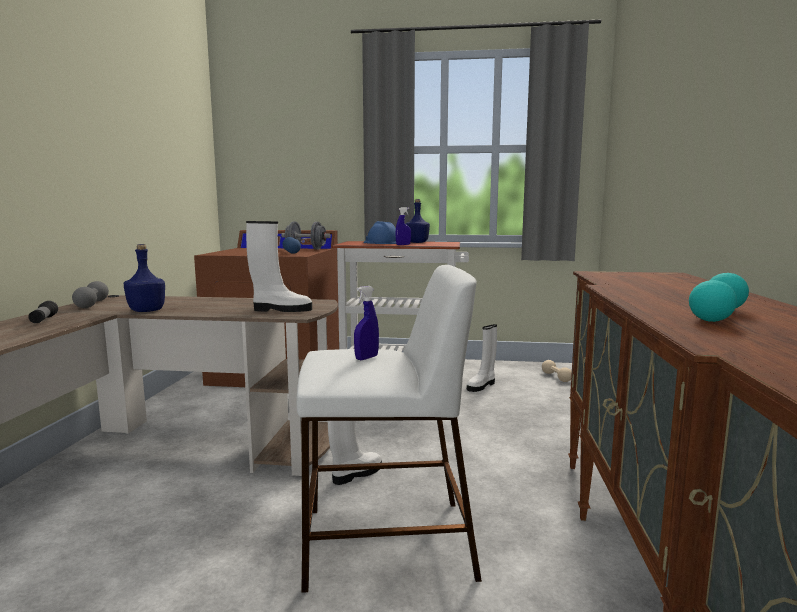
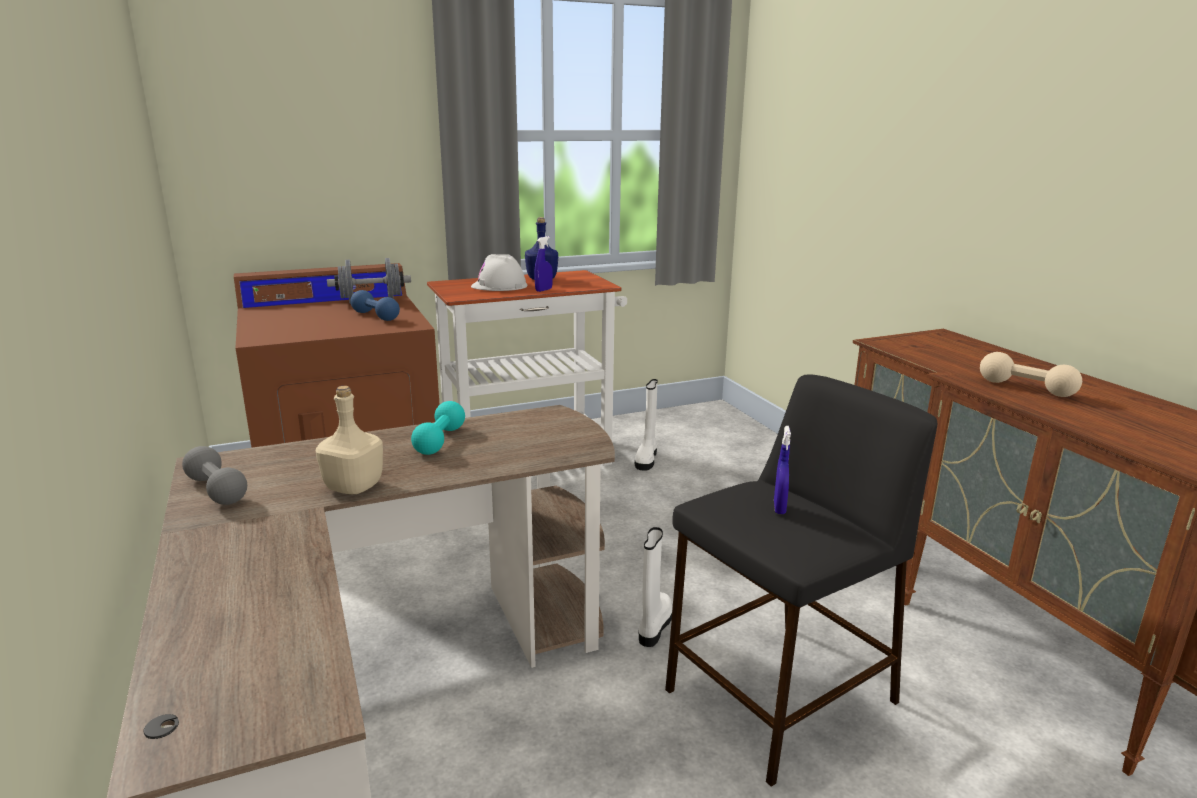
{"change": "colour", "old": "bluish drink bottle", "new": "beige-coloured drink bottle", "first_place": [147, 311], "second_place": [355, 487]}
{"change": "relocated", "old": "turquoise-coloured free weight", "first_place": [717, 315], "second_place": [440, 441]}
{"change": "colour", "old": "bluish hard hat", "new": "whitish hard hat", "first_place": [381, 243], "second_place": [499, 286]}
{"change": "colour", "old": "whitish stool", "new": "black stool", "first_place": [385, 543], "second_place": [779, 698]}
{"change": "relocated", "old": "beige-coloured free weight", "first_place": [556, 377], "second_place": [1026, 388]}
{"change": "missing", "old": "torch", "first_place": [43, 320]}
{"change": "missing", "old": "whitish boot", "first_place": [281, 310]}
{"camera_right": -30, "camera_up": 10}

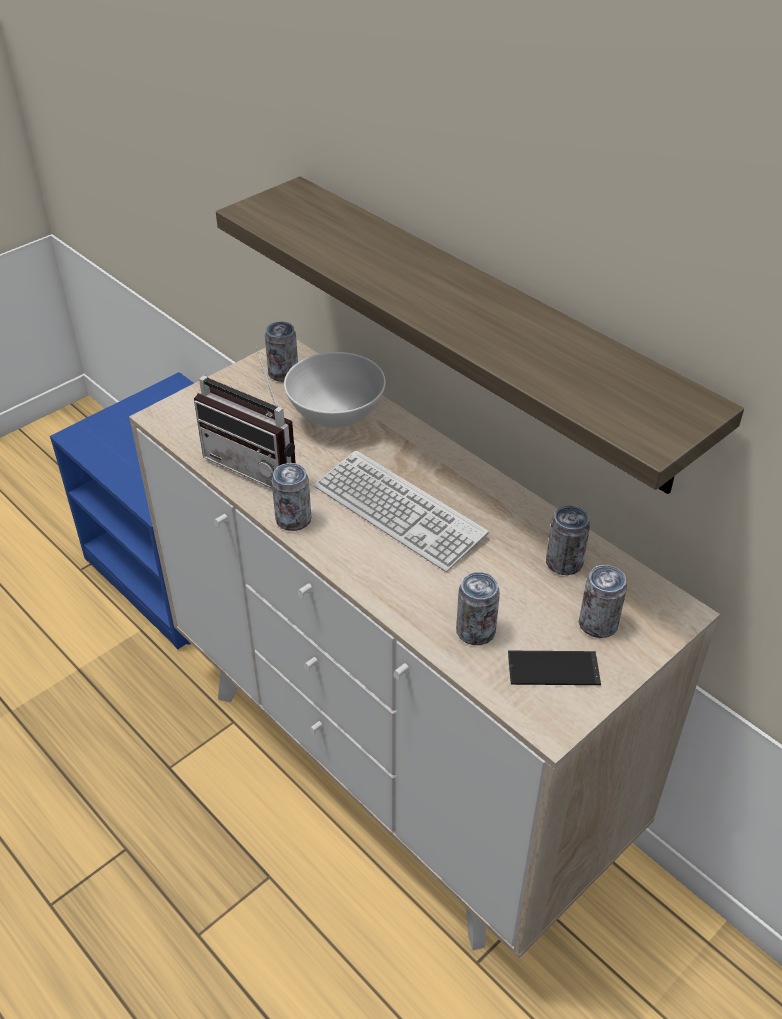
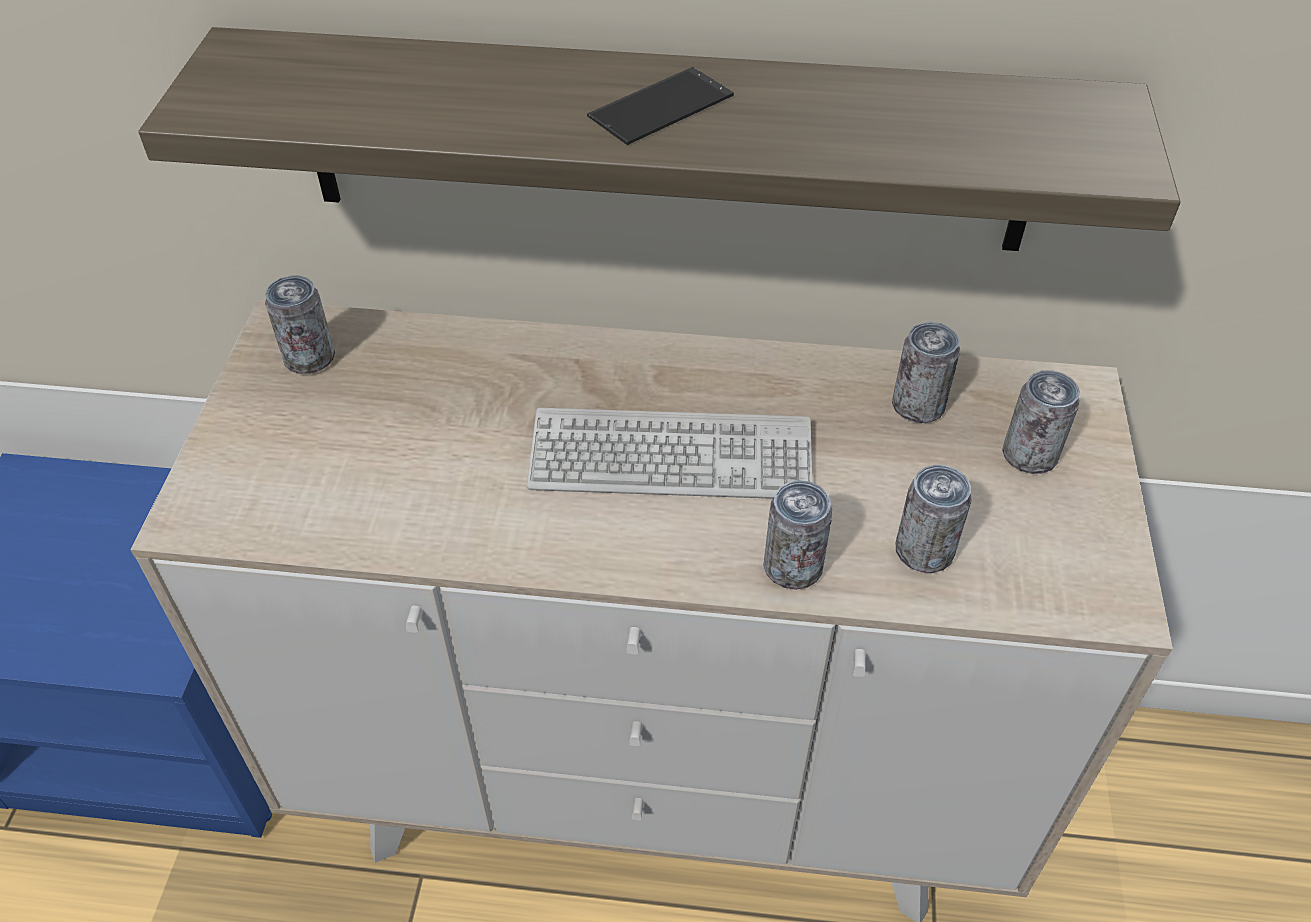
{"change": "relocated", "old": "telephone", "first_place": [553, 668], "second_place": [661, 107]}
{"change": "relocated", "old": "sealed can", "first_place": [293, 520], "second_place": [792, 567]}
{"change": "missing", "old": "radio receiver", "first_place": [258, 464]}
{"change": "missing", "old": "whitish bowl", "first_place": [337, 418]}
{"camera_right": -40, "camera_up": 5}

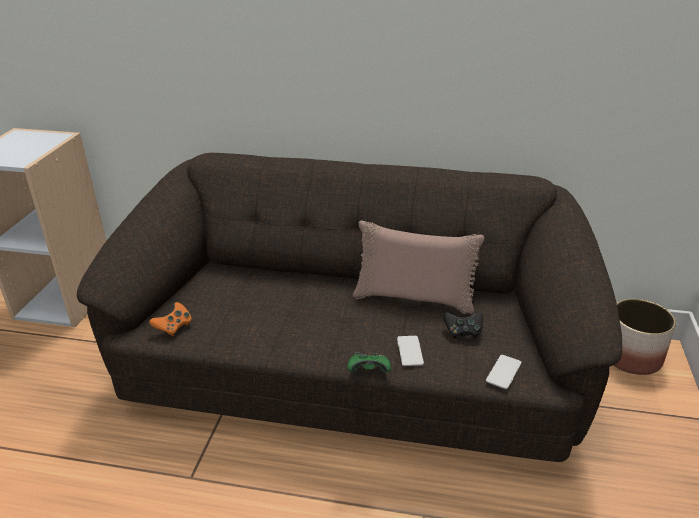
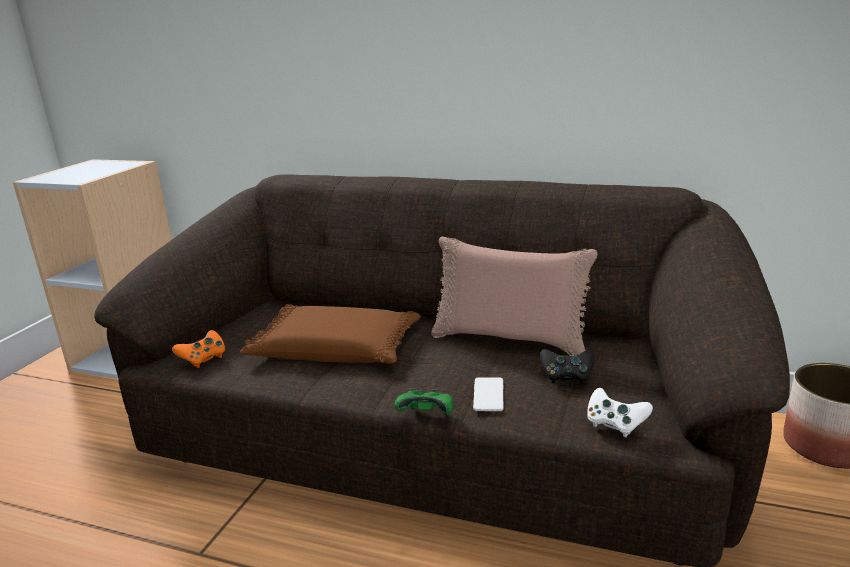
{"change": "appeared", "new": "brownish cushion", "second_place": [335, 345]}
{"change": "exchanged", "old": "telephone", "new": "whitish game controller", "first_place": [503, 372], "second_place": [615, 424]}
{"camera_right": 10, "camera_up": -10}

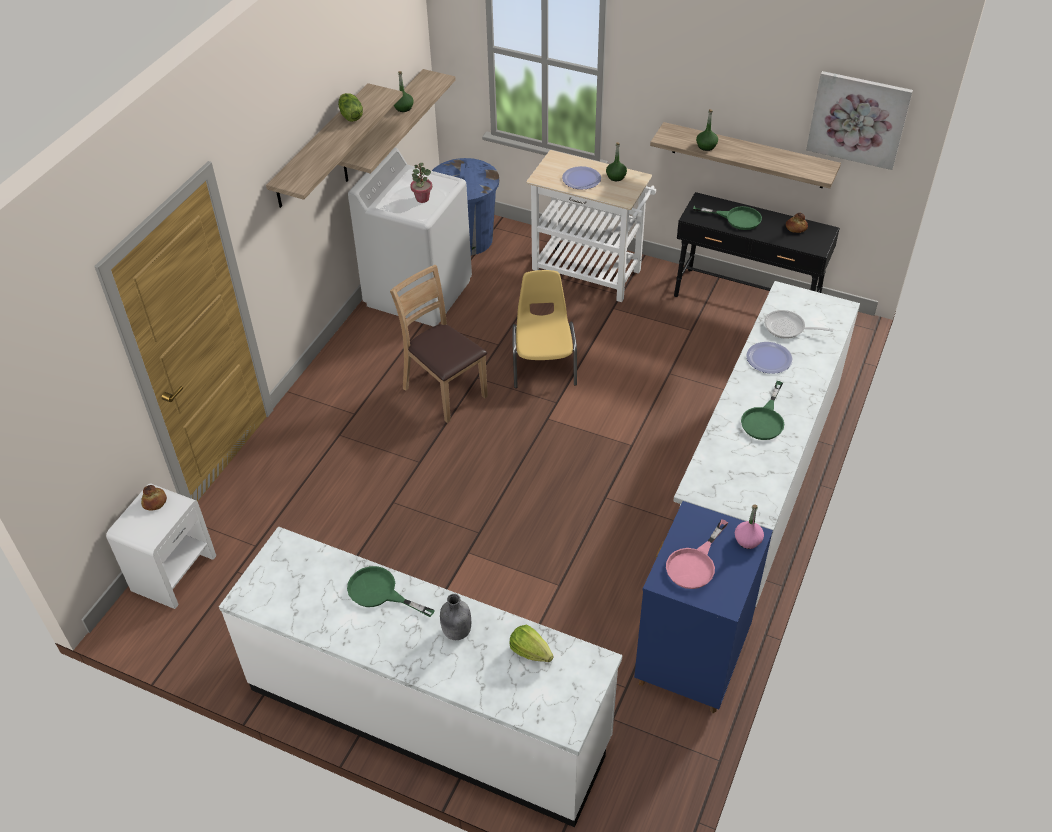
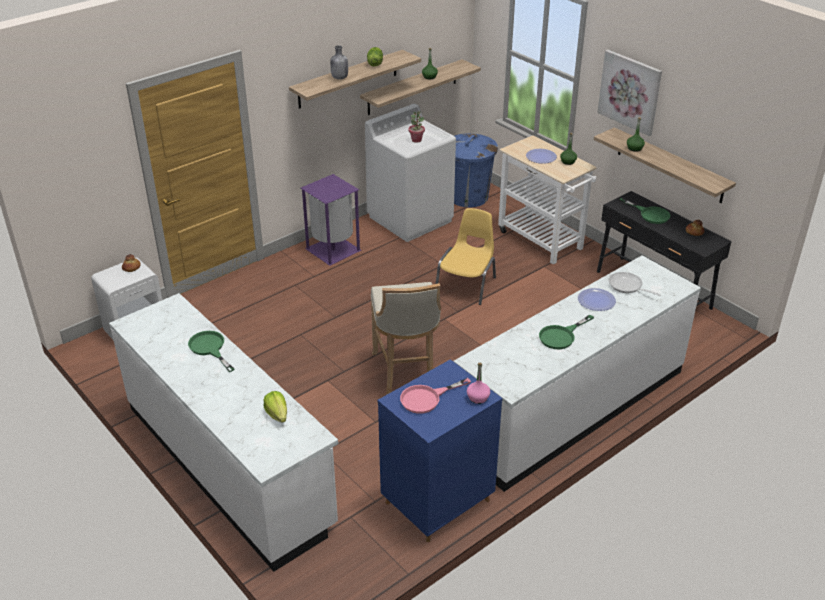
{"change": "appeared", "new": "purple rubbish bin", "second_place": [333, 249]}
{"change": "relocated", "old": "gray drink bottle", "first_place": [456, 632], "second_place": [339, 78]}
{"change": "appeared", "new": "beige-coloured stool", "second_place": [406, 373]}
{"change": "relocated", "old": "picture", "first_place": [858, 119], "second_place": [630, 91]}
{"change": "missing", "old": "brownish upright chair", "first_place": [445, 391]}
{"camera_right": 25, "camera_up": -10}

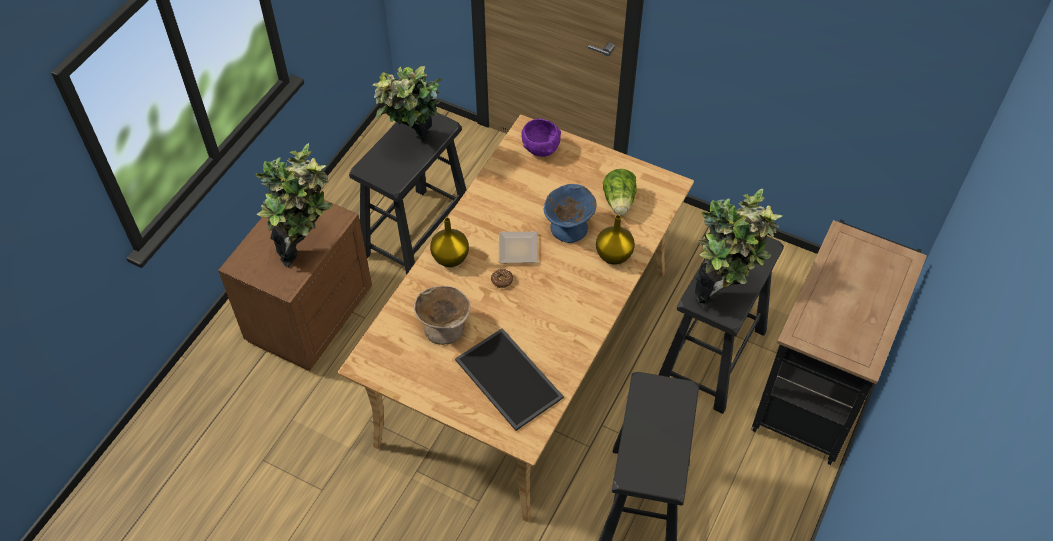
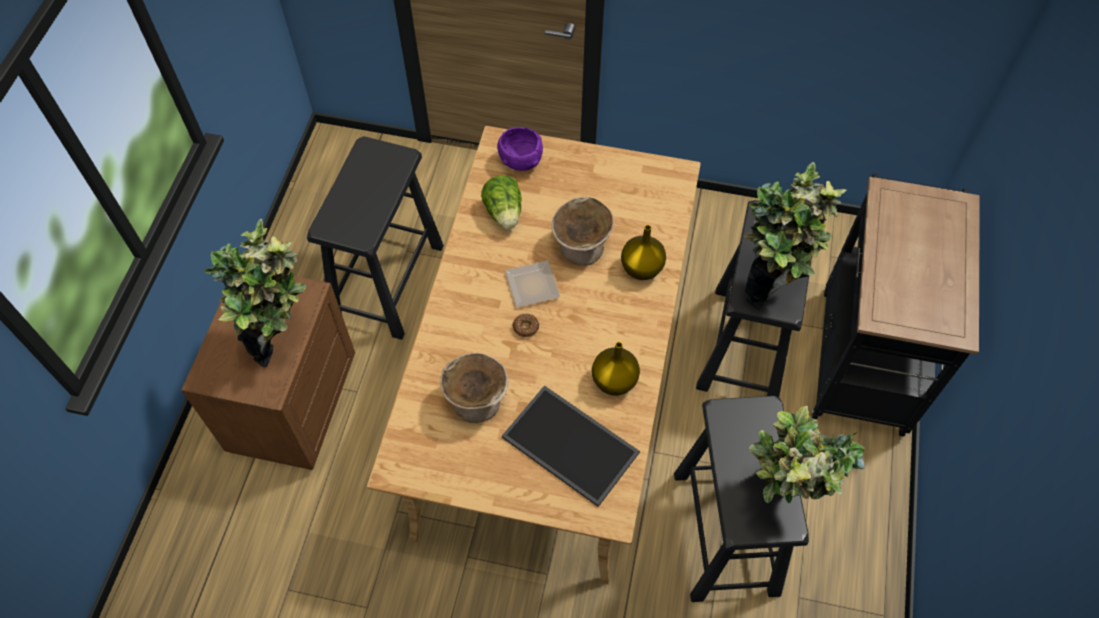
{"change": "relocated", "old": "lettuce", "first_place": [619, 202], "second_place": [504, 213]}
{"change": "colour", "old": "bluish bowl", "new": "beige-coloured bowl", "first_place": [569, 228], "second_place": [582, 248]}
{"change": "relocated", "old": "yellow vase", "first_place": [451, 258], "second_place": [615, 381]}
{"change": "relocated", "old": "plant in a pot", "first_place": [413, 149], "second_place": [779, 501]}
{"camera_right": -15, "camera_up": 5}

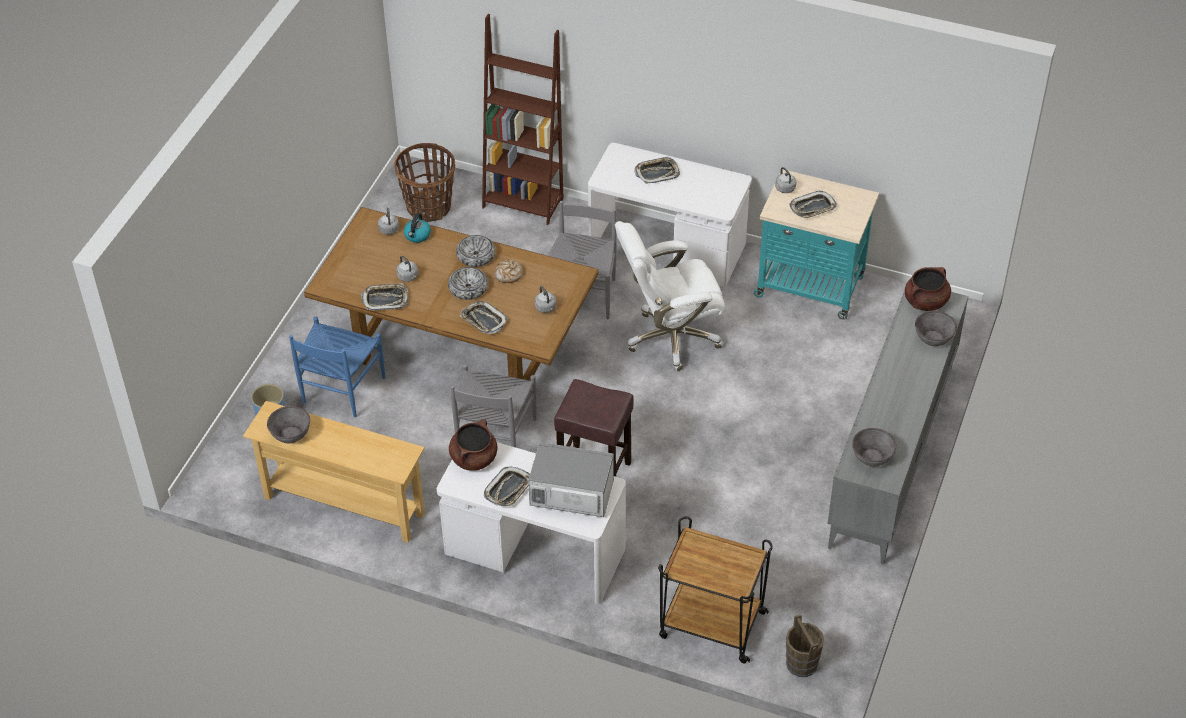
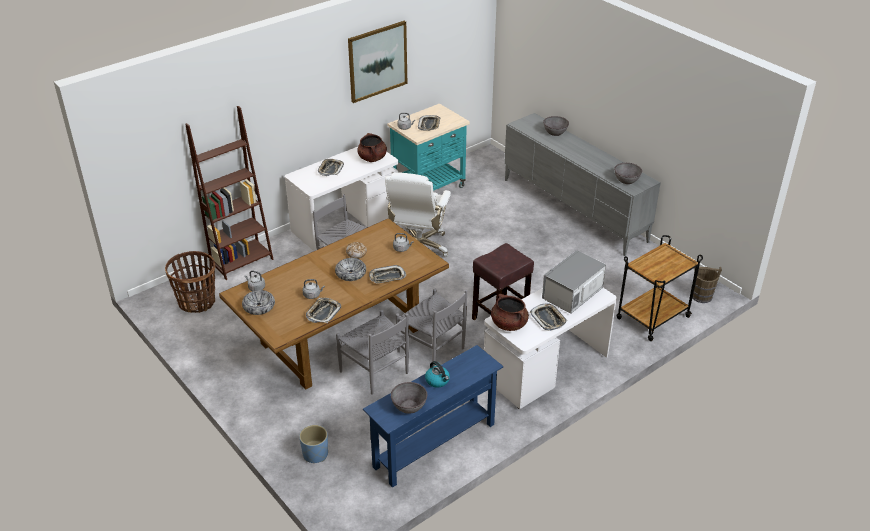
{"change": "relocated", "old": "bowl", "first_place": [476, 255], "second_place": [259, 306]}
{"change": "appeared", "new": "gray upright chair", "second_place": [376, 372]}
{"change": "appeared", "new": "picture", "second_place": [377, 61]}
{"change": "relocated", "old": "brownish cooking pot", "first_place": [925, 302], "second_place": [372, 158]}
{"change": "colour", "old": "beige-coloured narrow table", "new": "bluish narrow table", "first_place": [343, 506], "second_place": [435, 445]}
{"change": "relocated", "old": "water kettle", "first_place": [417, 235], "second_place": [438, 381]}
{"change": "missing", "old": "bluish upright chair", "first_place": [341, 390]}
{"camera_right": -60, "camera_up": -10}

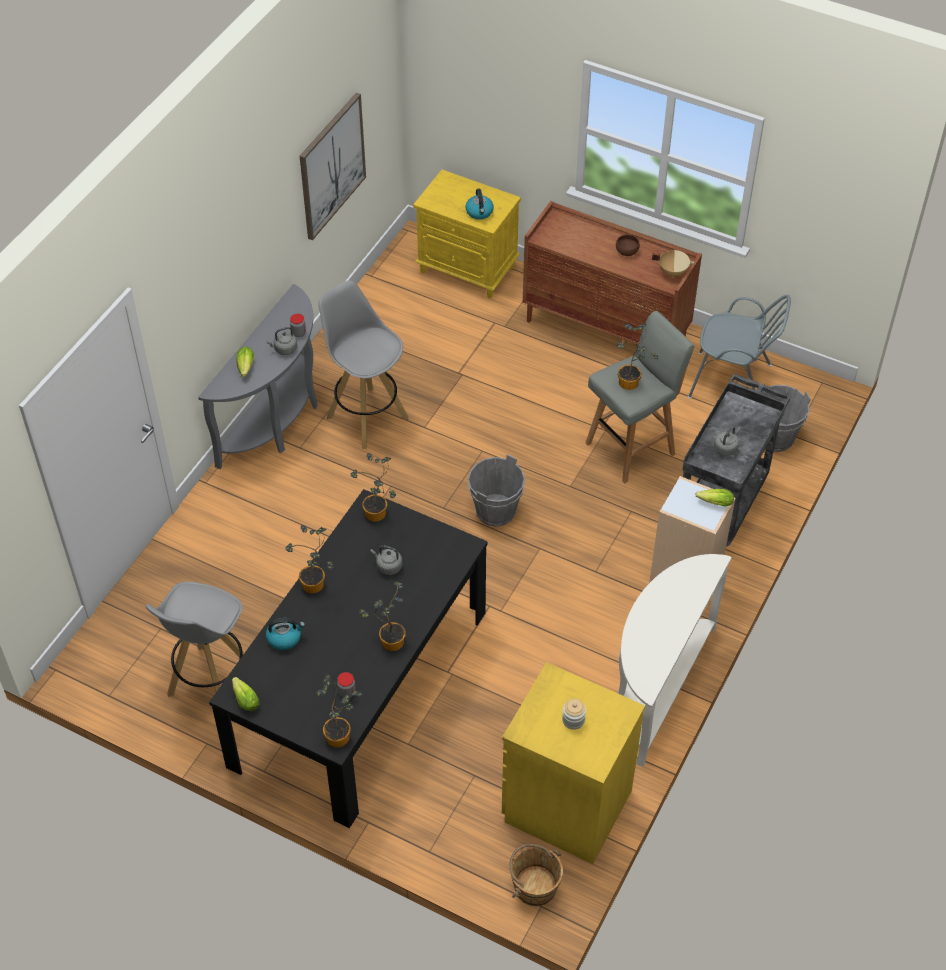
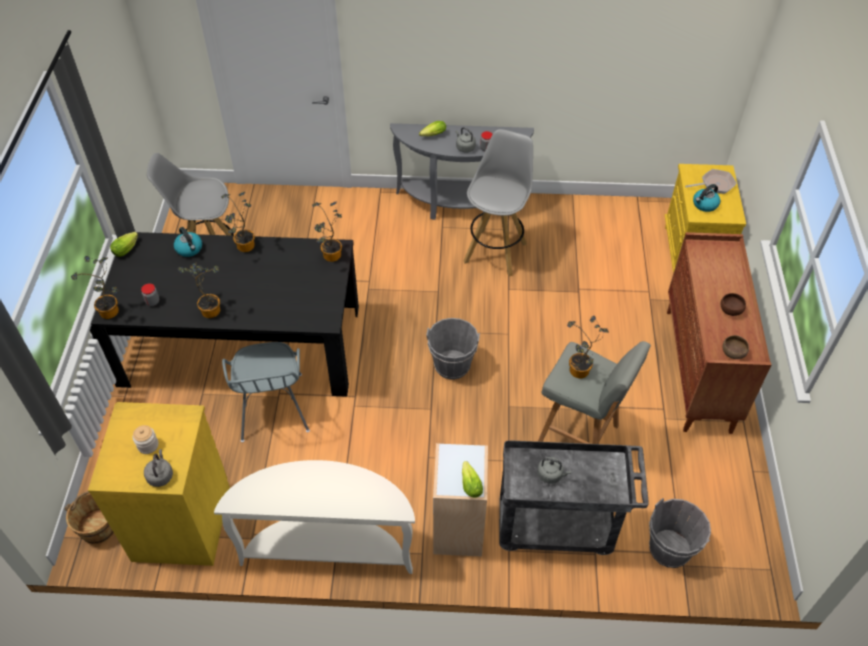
{"change": "relocated", "old": "gray water kettle", "first_place": [388, 566], "second_place": [160, 475]}
{"change": "relocated", "old": "gray upright chair", "first_place": [733, 382], "second_place": [273, 410]}
{"change": "appeared", "new": "skillet", "second_place": [715, 184]}
{"change": "exchanged", "old": "beige-coloured cooking pot", "new": "brownish bowl", "first_place": [672, 272], "second_place": [733, 352]}
{"change": "missing", "old": "picture", "first_place": [331, 166]}
{"camera_right": 65, "camera_up": 0}

